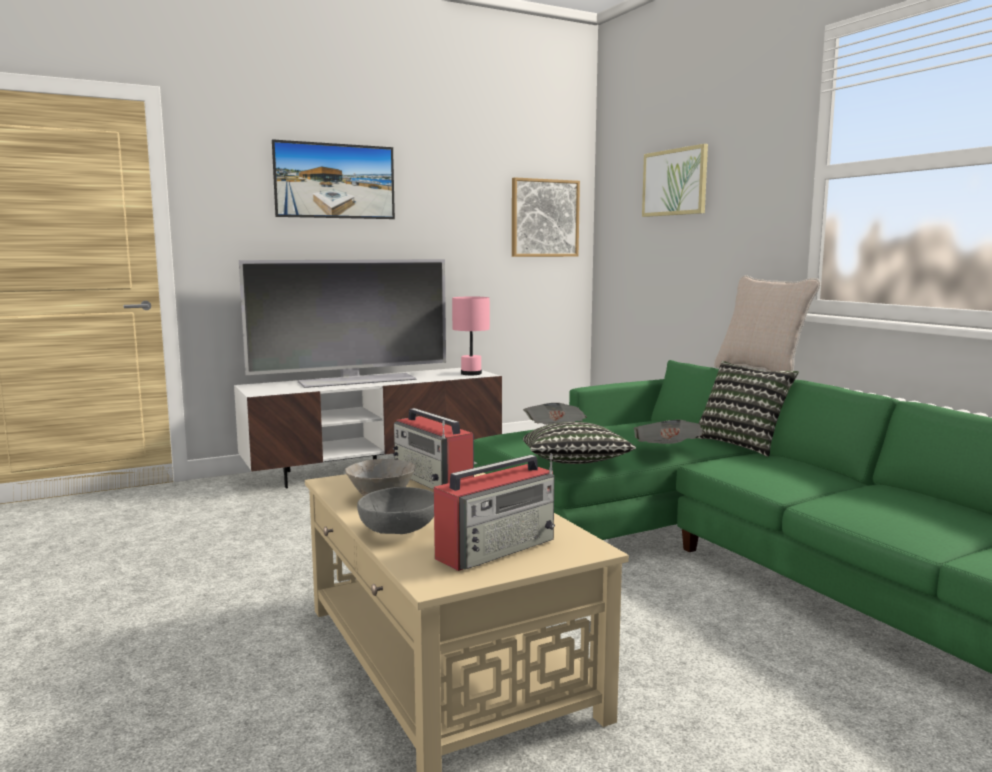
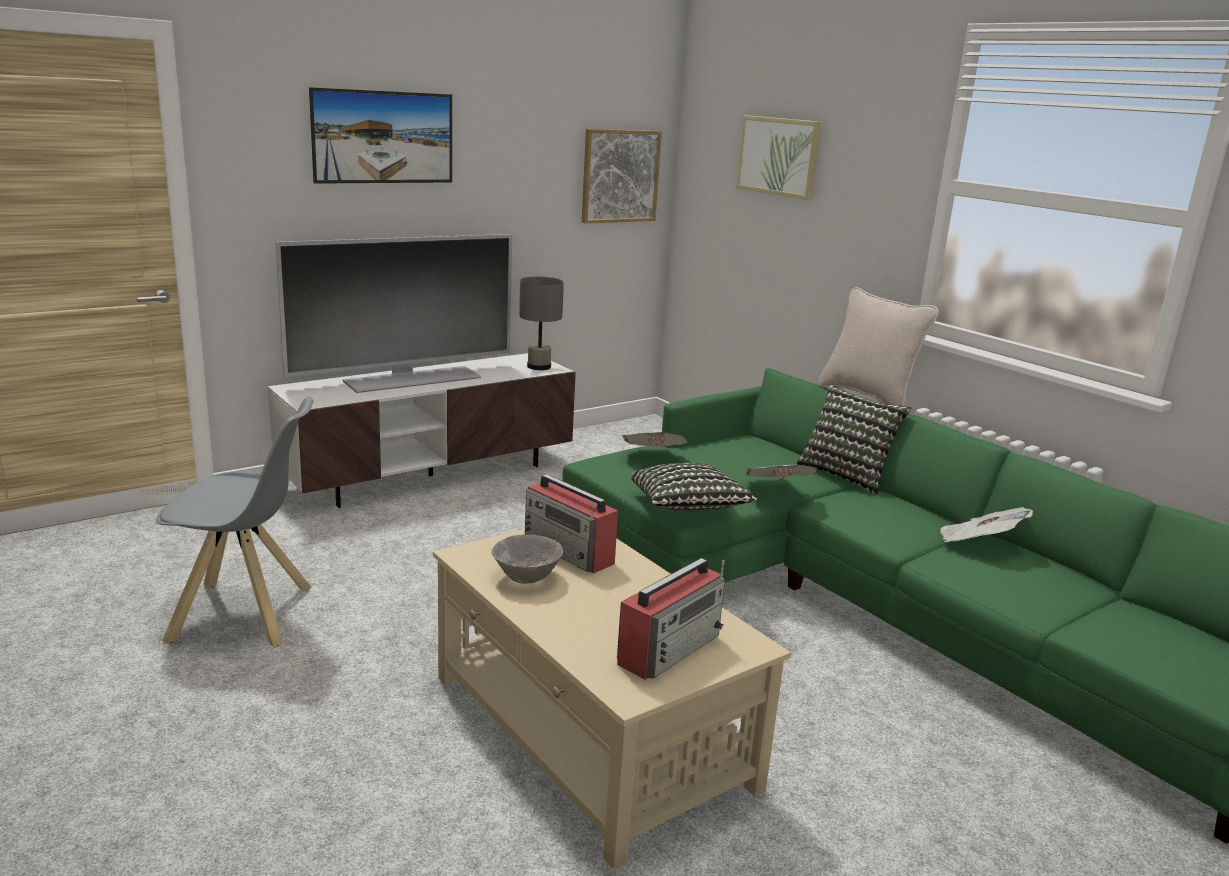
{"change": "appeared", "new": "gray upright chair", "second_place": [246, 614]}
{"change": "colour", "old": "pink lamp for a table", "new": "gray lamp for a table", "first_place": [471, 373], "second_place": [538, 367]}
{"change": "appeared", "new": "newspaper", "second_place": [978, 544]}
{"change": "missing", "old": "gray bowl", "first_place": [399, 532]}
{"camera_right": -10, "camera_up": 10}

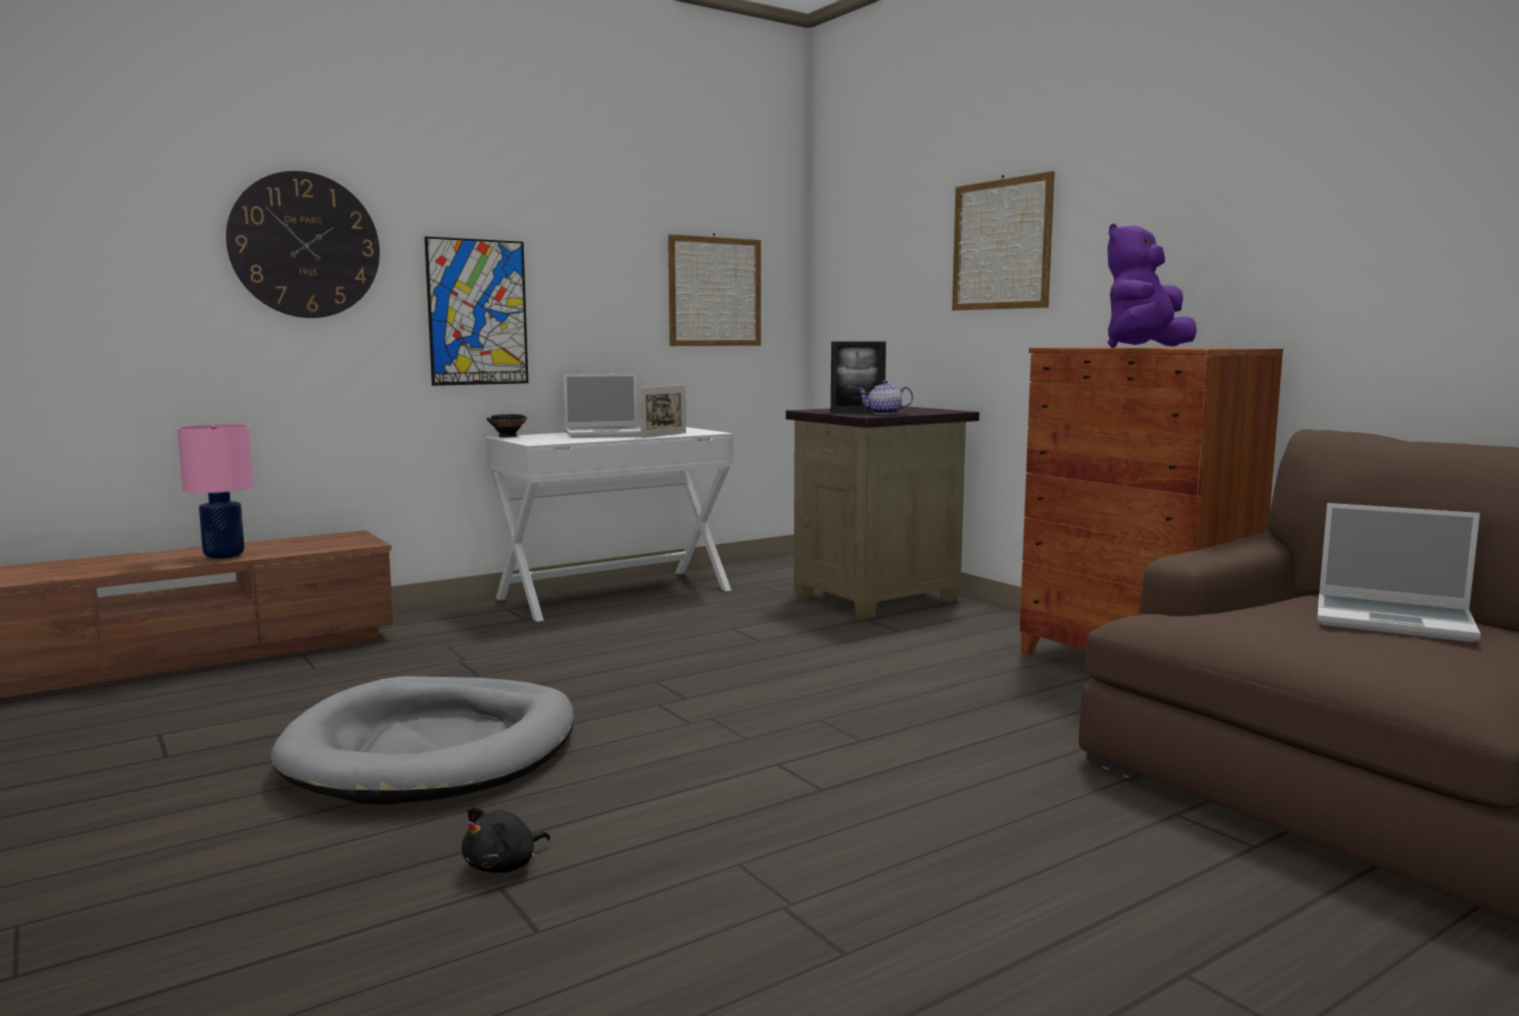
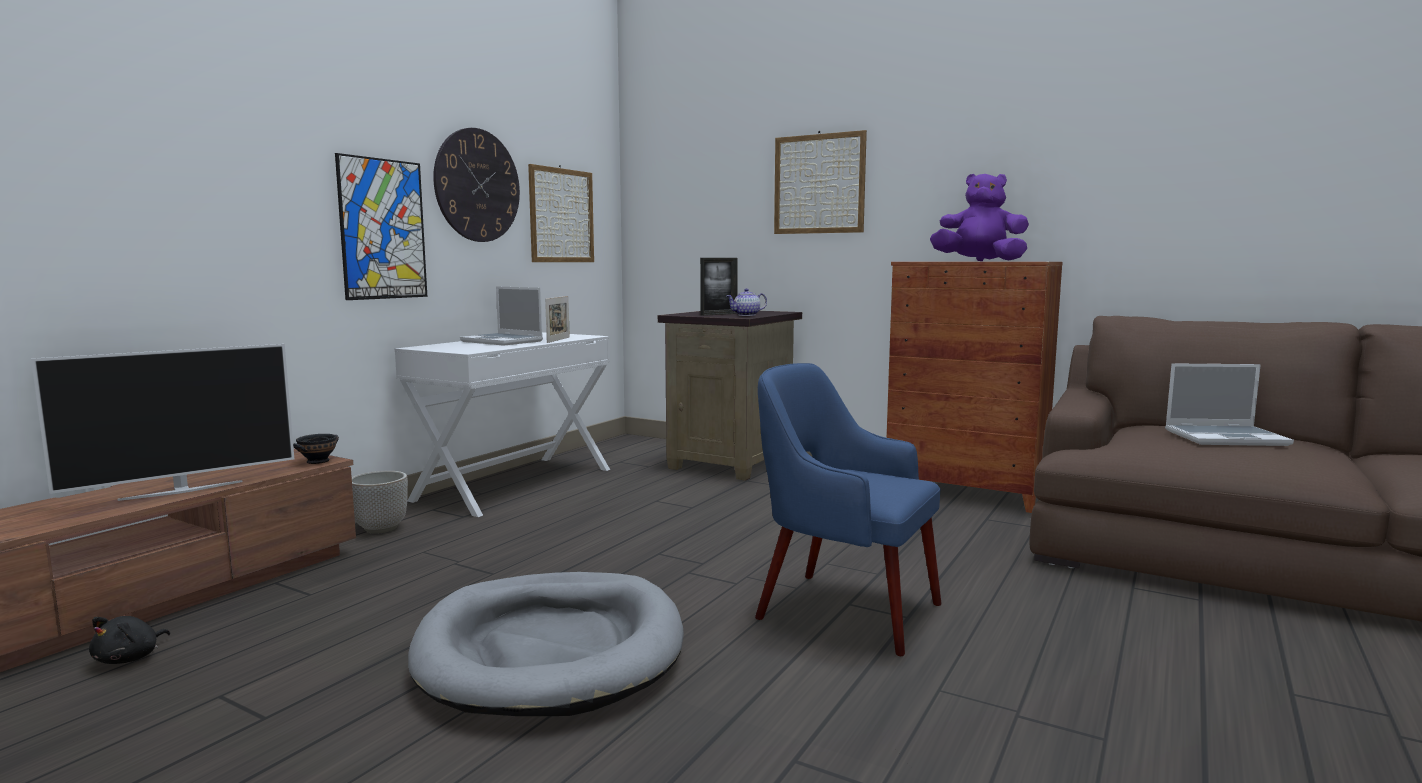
{"change": "exchanged", "old": "pink lamp for a table", "new": "TV set", "first_place": [225, 557], "second_place": [182, 490]}
{"change": "relocated", "old": "black cuddly toy", "first_place": [504, 866], "second_place": [130, 658]}
{"change": "relocated", "old": "black bowl", "first_place": [507, 436], "second_place": [317, 461]}
{"change": "appeared", "new": "planter", "second_place": [381, 528]}
{"change": "relocated", "old": "wall clock", "first_place": [305, 245], "second_place": [477, 185]}
{"change": "spun", "old": "laptop", "first_place": [605, 434], "second_place": [503, 341], "degrees": 75}
{"change": "appeared", "new": "bluish lounge chair", "second_place": [844, 610]}
{"change": "spun", "old": "purple cuddly toy", "first_place": [1145, 347], "second_place": [979, 261], "degrees": 90}
{"camera_right": -25, "camera_up": 0}

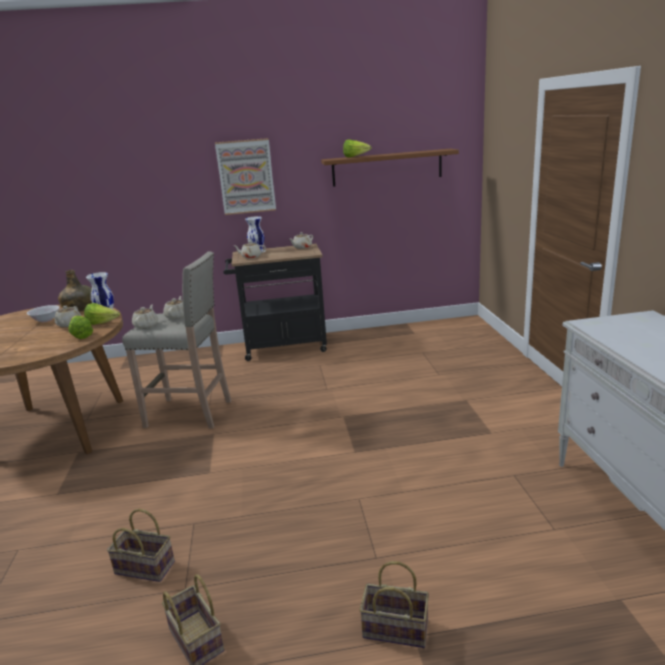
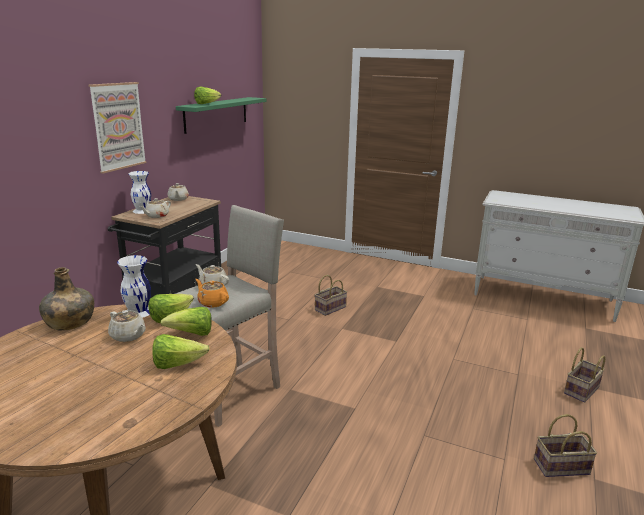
{"change": "appeared", "new": "lettuce", "second_place": [177, 364]}
{"change": "colour", "old": "brownish wall shelf", "new": "green wall shelf", "first_place": [387, 167], "second_place": [216, 114]}
{"change": "colour", "old": "beige-coloured pot for tea", "new": "orangey pot for tea", "first_place": [146, 325], "second_place": [212, 302]}
{"change": "relocated", "old": "household basket", "first_place": [146, 567], "second_place": [330, 308]}
{"change": "missing", "old": "whitish bowl", "first_place": [46, 320]}
{"camera_right": -60, "camera_up": 0}

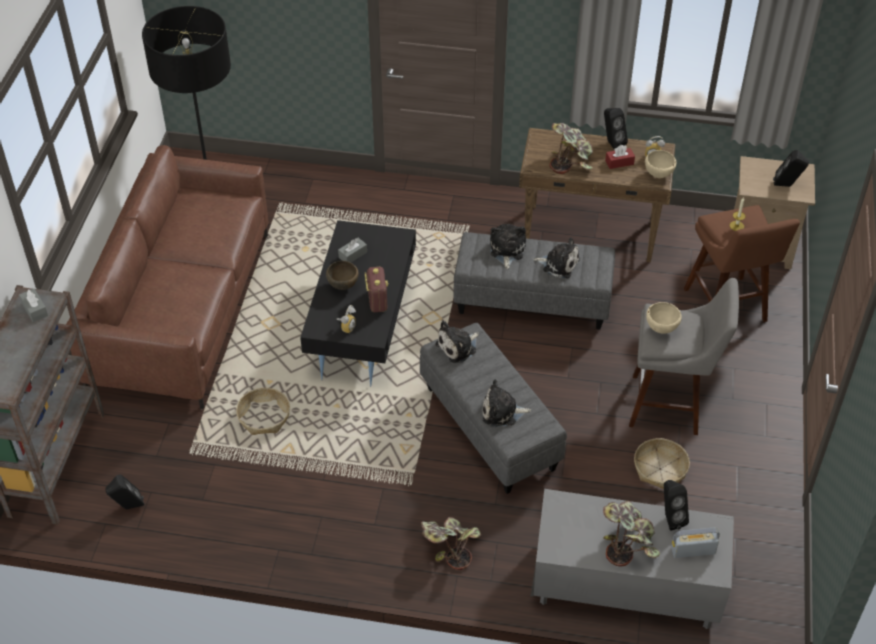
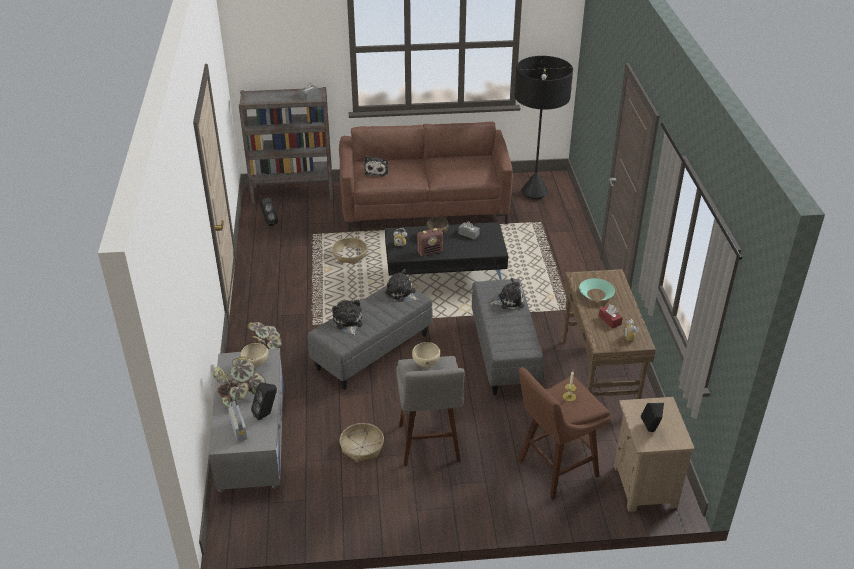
{"change": "relocated", "old": "beige-coloured bowl", "first_place": [659, 175], "second_place": [256, 364]}
{"change": "relocated", "old": "cuddly toy", "first_place": [558, 264], "second_place": [377, 170]}
{"change": "exchanged", "old": "plant in a pot", "new": "turquoise-coloured bowl", "first_place": [570, 160], "second_place": [596, 294]}
{"change": "missing", "old": "black loudspeaker", "first_place": [612, 143]}
{"camera_right": 75, "camera_up": -10}

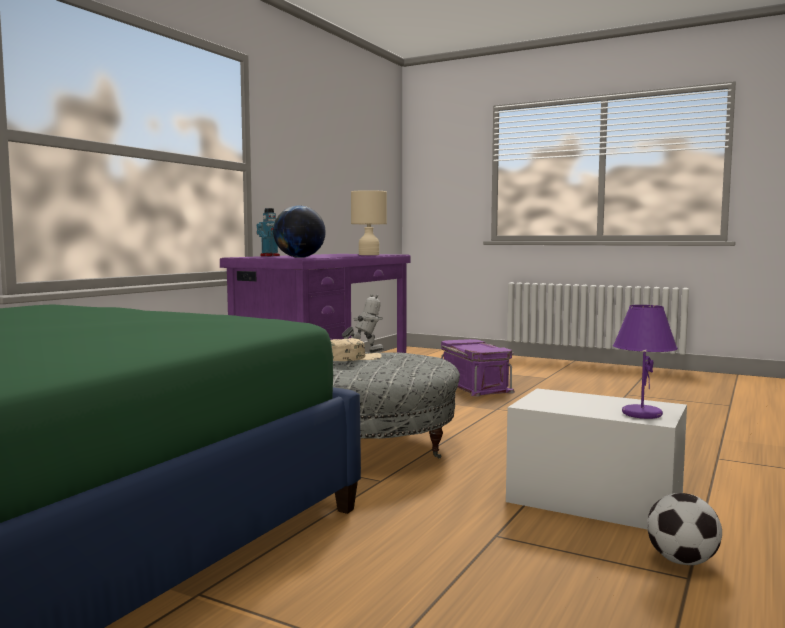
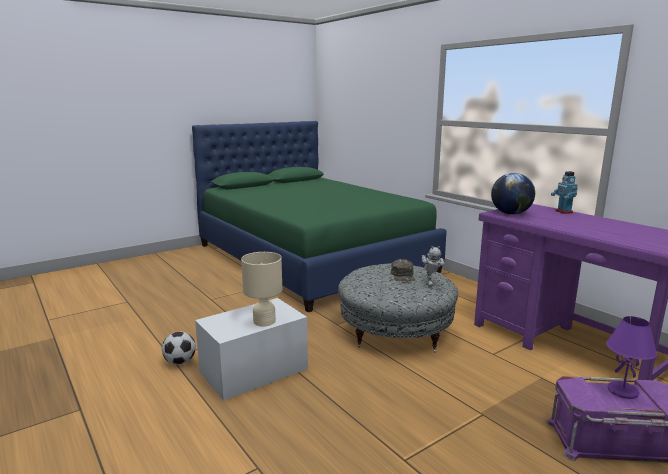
{"change": "relocated", "old": "beige-coloured lamp for a table", "first_place": [369, 255], "second_place": [264, 321]}
{"change": "colour", "old": "beige-coloured baseball cap", "new": "green baseball cap", "first_place": [353, 358], "second_place": [403, 275]}
{"change": "relocated", "old": "purple lamp for a table", "first_place": [641, 414], "second_place": [623, 391]}
{"camera_right": 115, "camera_up": 10}

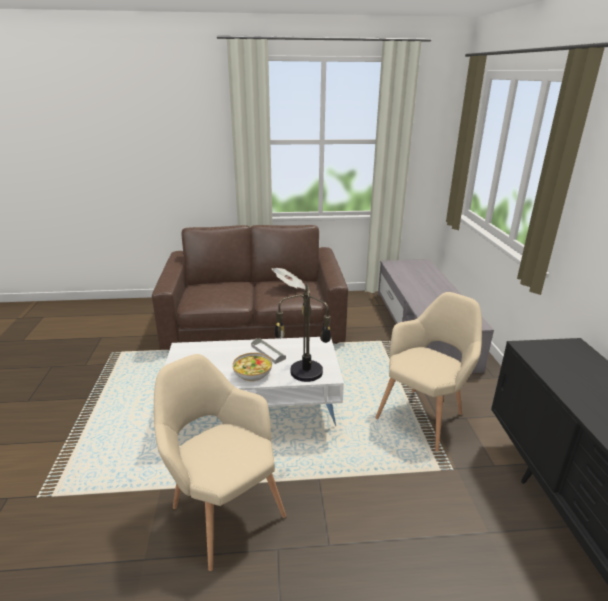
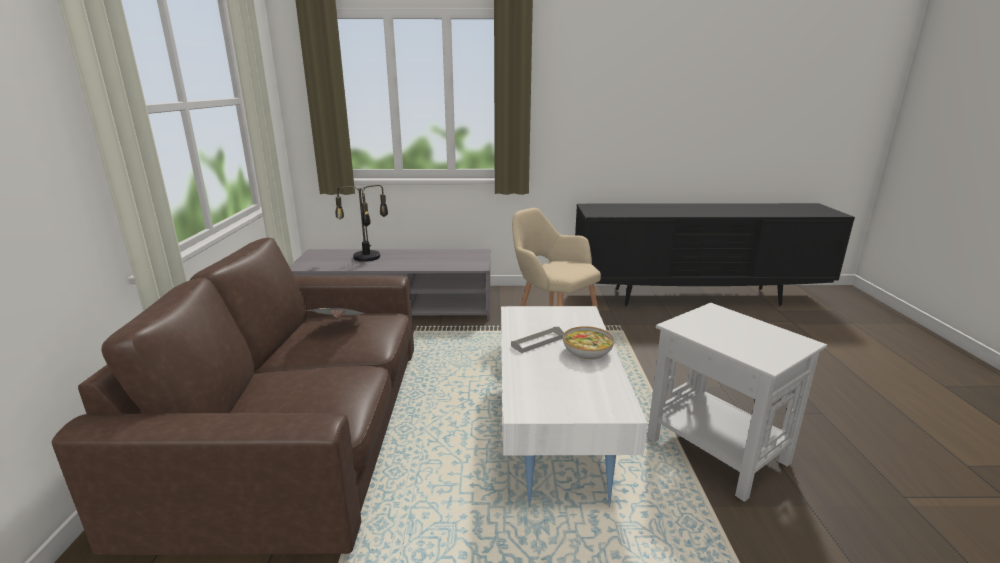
{"change": "relocated", "old": "lamp for a table", "first_place": [305, 372], "second_place": [366, 257]}
{"change": "exchanged", "old": "beige-coloured lounge chair", "new": "whitish accent table", "first_place": [222, 509], "second_place": [715, 449]}
{"camera_right": -85, "camera_up": -5}

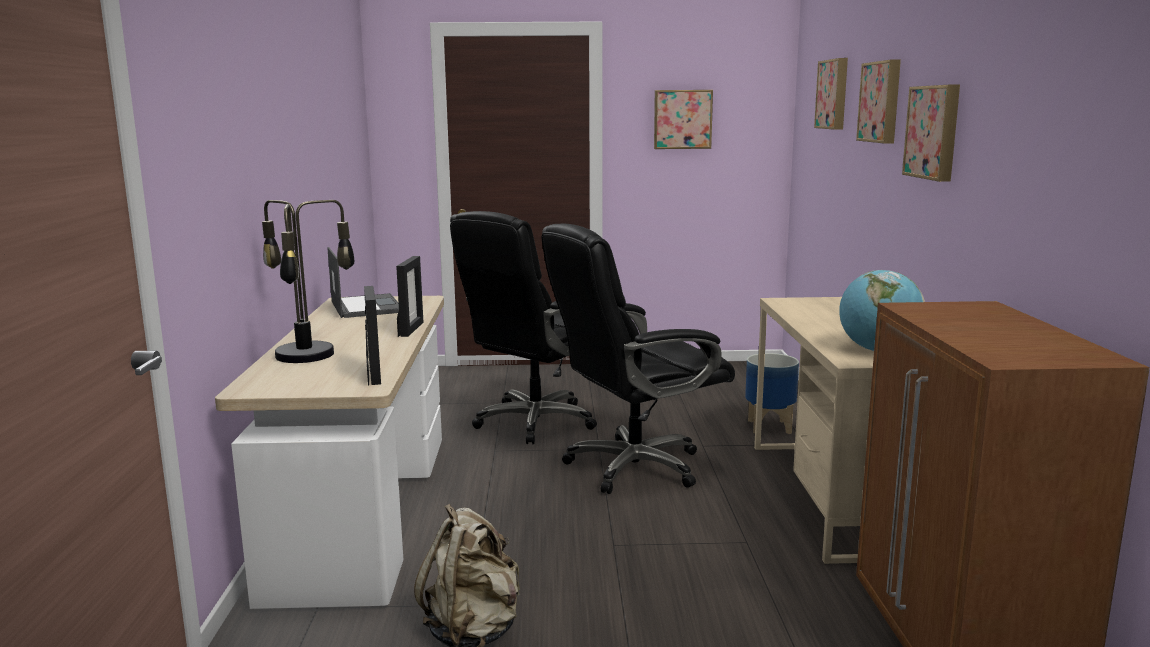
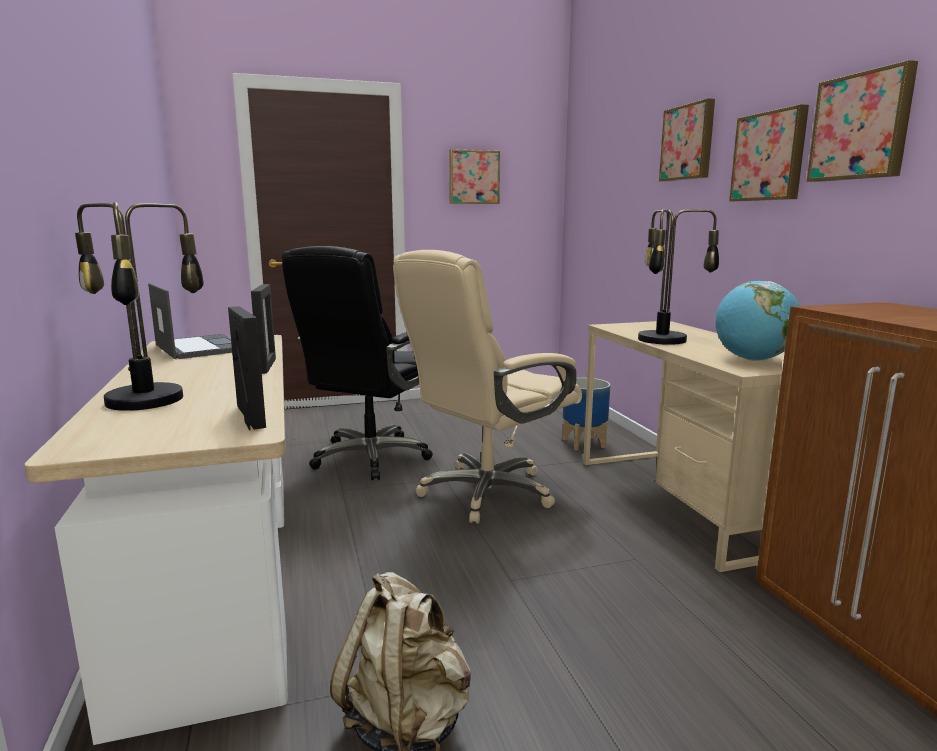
{"change": "colour", "old": "black computer chair", "new": "beige-coloured computer chair", "first_place": [637, 465], "second_place": [489, 491]}
{"change": "appeared", "new": "lamp for a table", "second_place": [663, 340]}
{"change": "relocated", "old": "picture", "first_place": [834, 94], "second_place": [862, 127]}
{"camera_right": -15, "camera_up": 0}

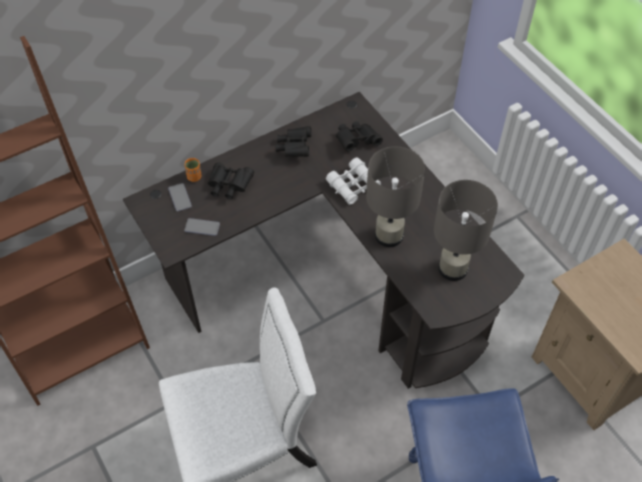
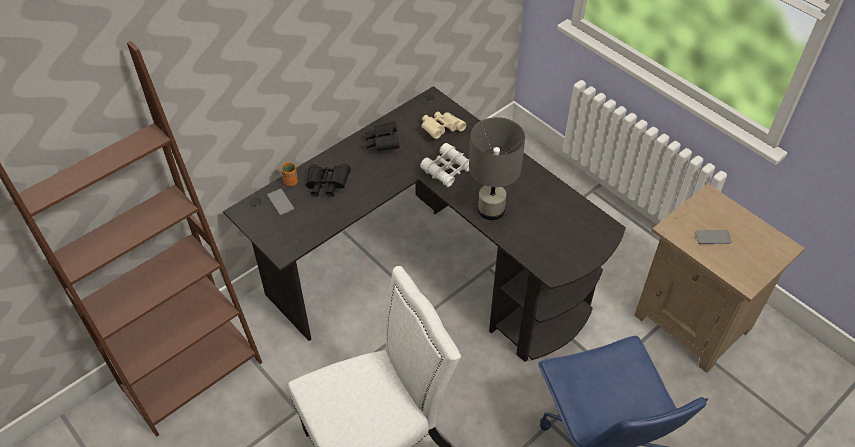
{"change": "colour", "old": "black field glasses", "new": "beige-coloured field glasses", "first_place": [356, 141], "second_place": [441, 130]}
{"change": "relocated", "old": "telephone", "first_place": [202, 227], "second_place": [712, 237]}
{"change": "missing", "old": "gray lamp for a table", "first_place": [453, 269]}
{"camera_right": -10, "camera_up": -5}

